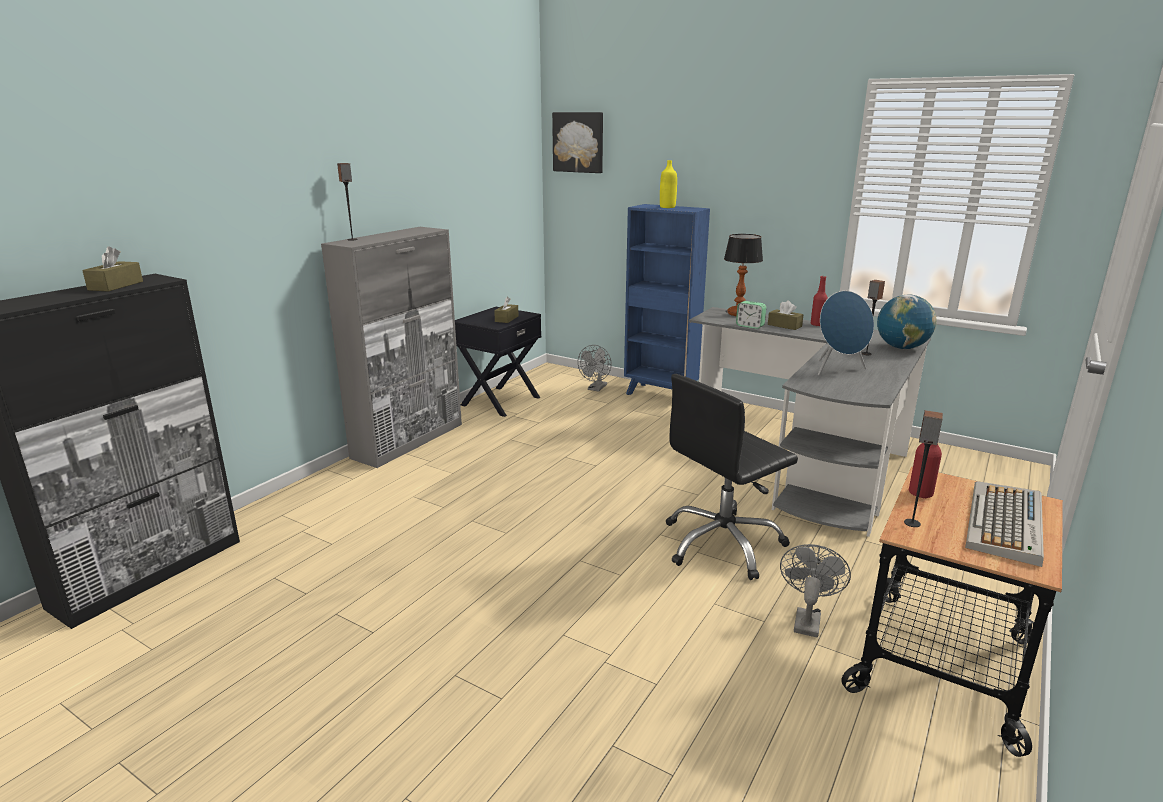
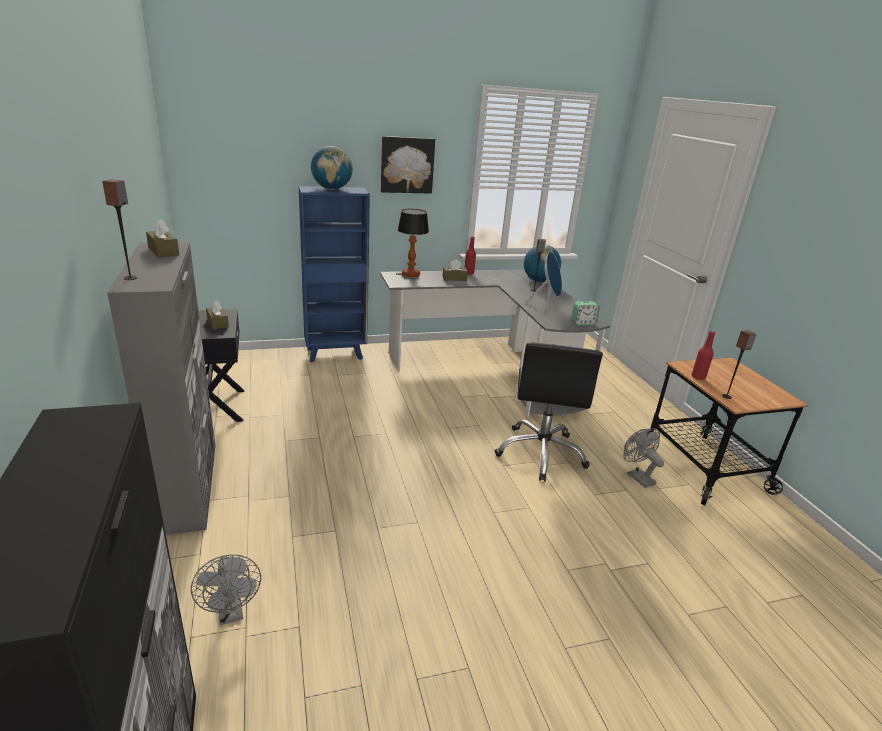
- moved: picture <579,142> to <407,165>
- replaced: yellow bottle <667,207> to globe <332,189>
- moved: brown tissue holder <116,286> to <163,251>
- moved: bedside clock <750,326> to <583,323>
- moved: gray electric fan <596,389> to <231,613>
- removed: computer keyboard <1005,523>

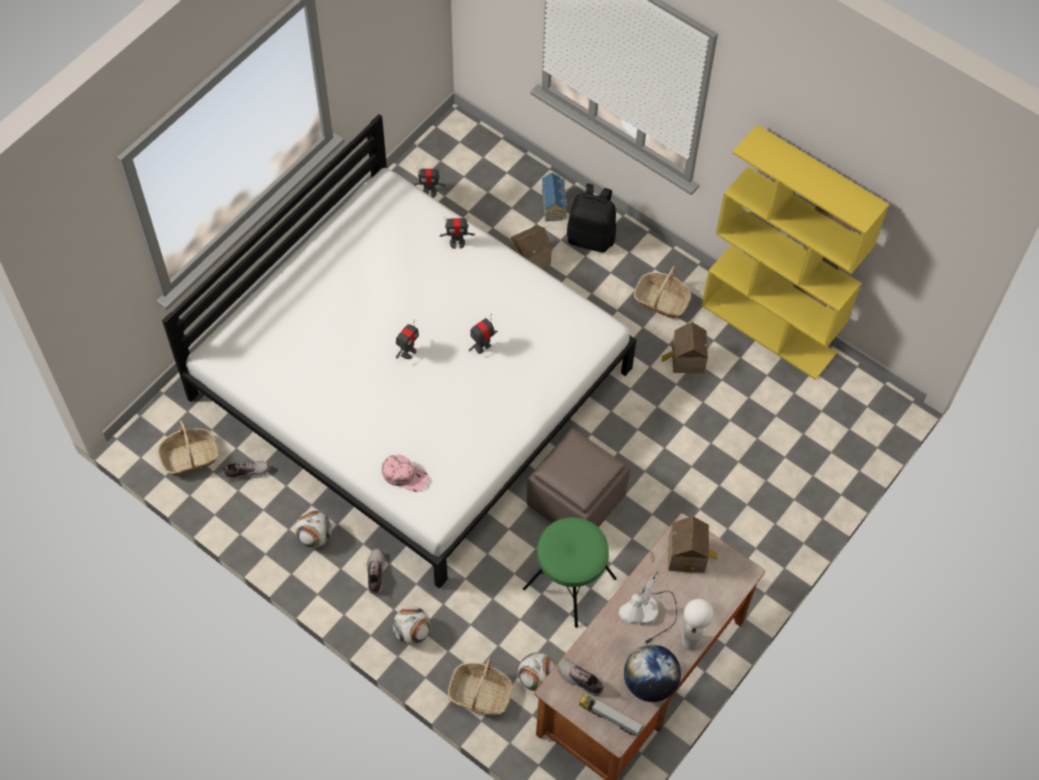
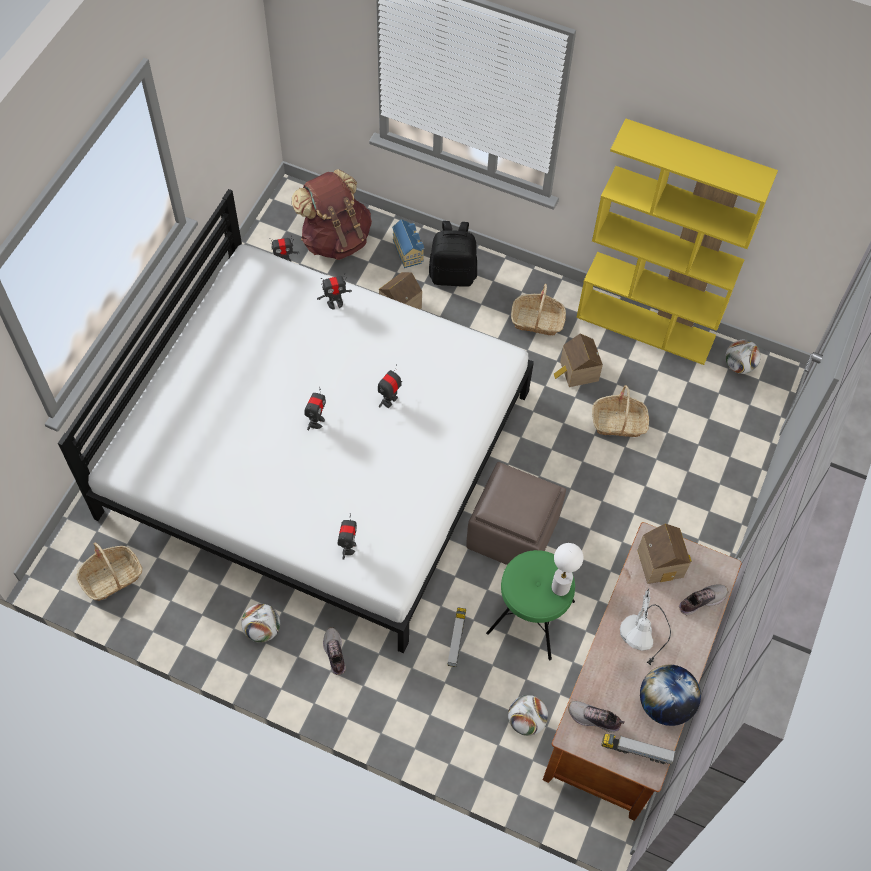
- replaced: pink baseball cap <405,475> to robot figure <348,547>
- moved: item of footwear <246,472> to <701,601>
- moved: white tabletop lamp <690,641> to <560,587>
- moved: football <412,632> to <739,365>
- moved: basket <480,693> to <618,423>
- added: brown rucksack <335,238>
- added: toy lorry <456,639>

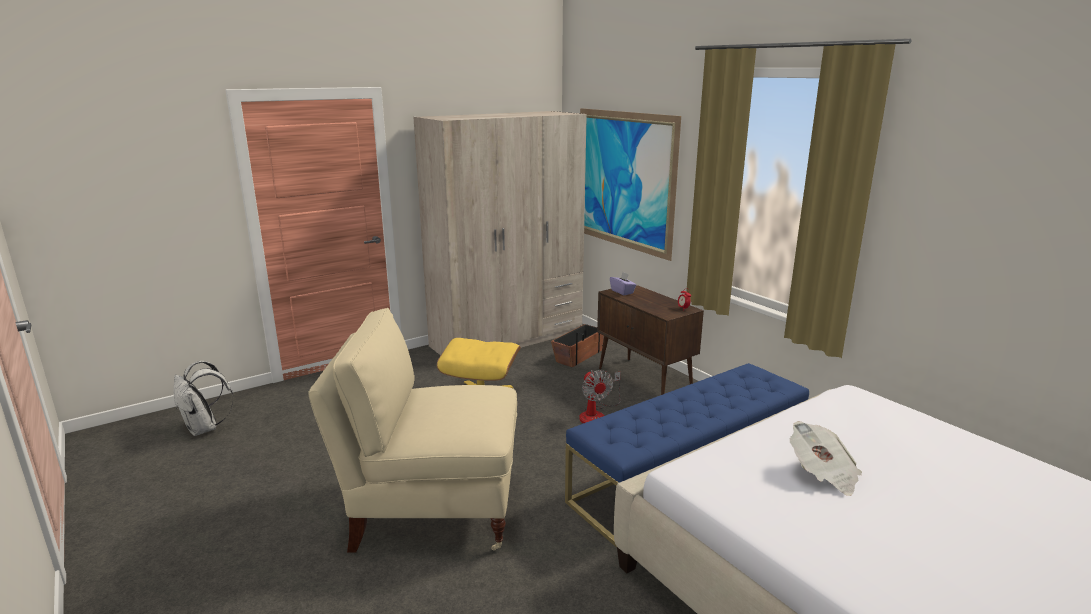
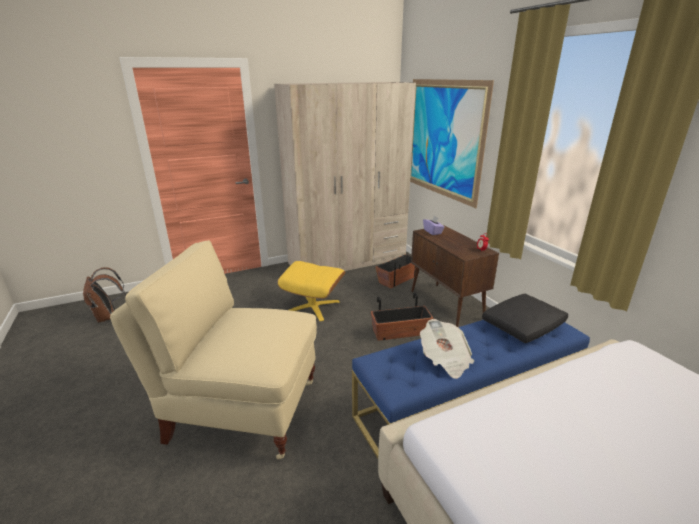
- recoloured: white rucksack <205,428> to brown rucksack <108,317>
- replaced: electric fan <597,414> to flower pot <400,332>
- moved: newspaper <823,474> to <445,359>
- added: blackish throw pillow <522,326>

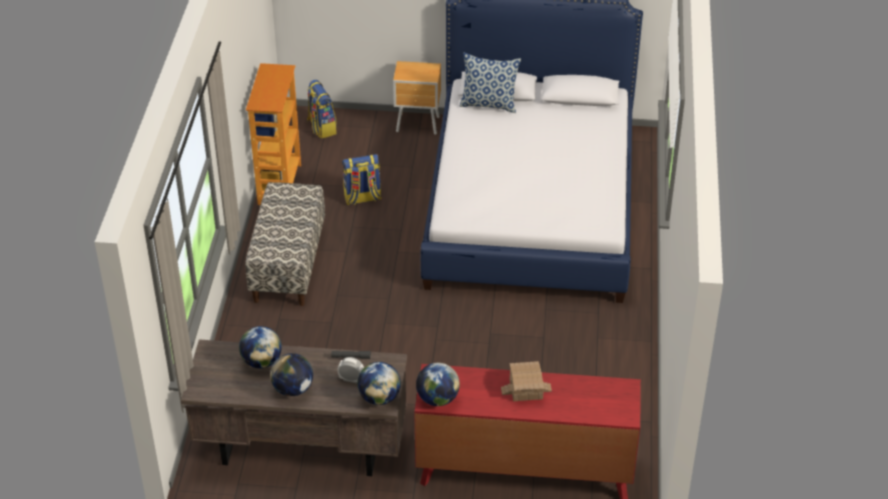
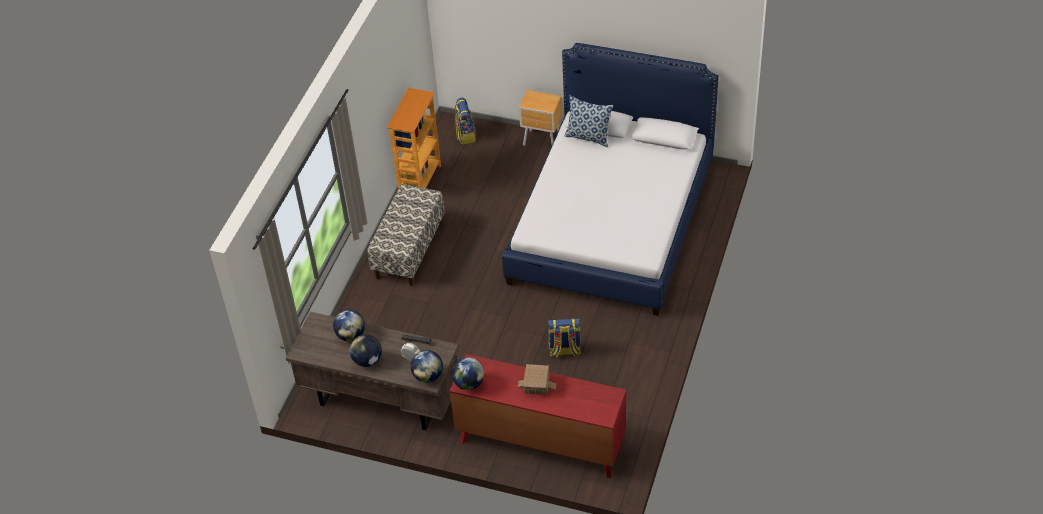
- moved: rucksack <362,198> to <564,350>

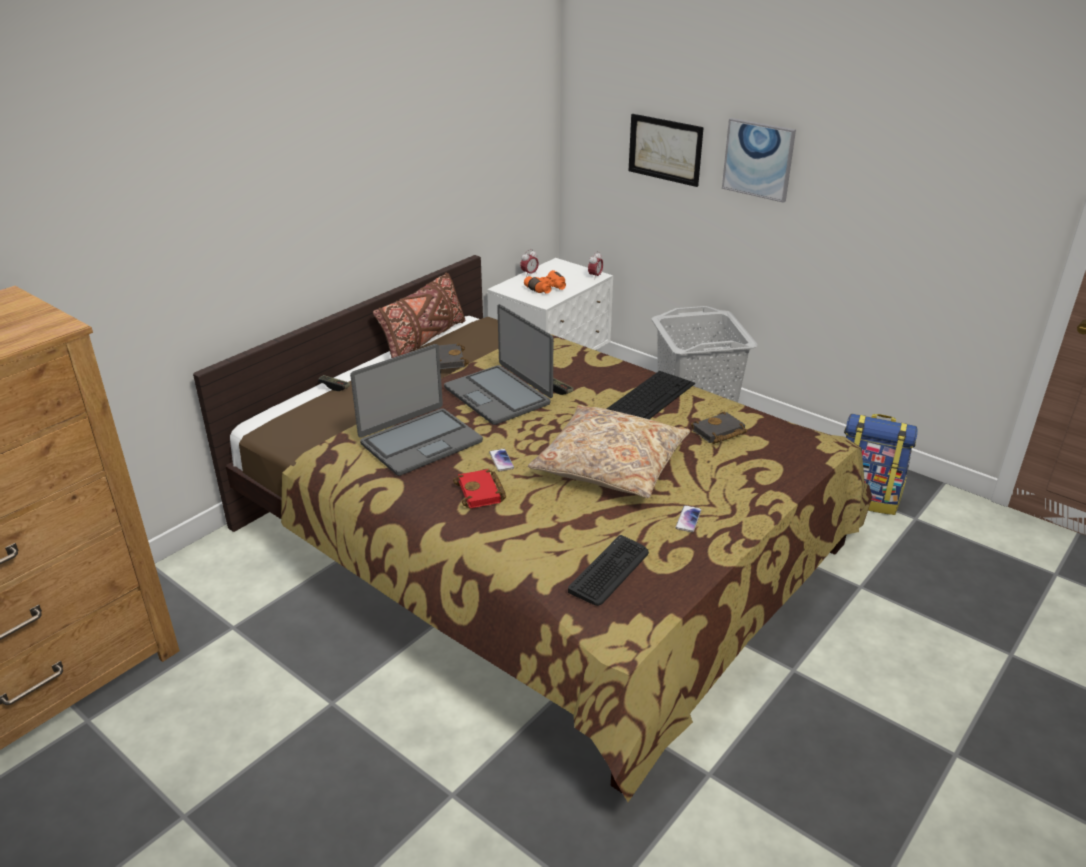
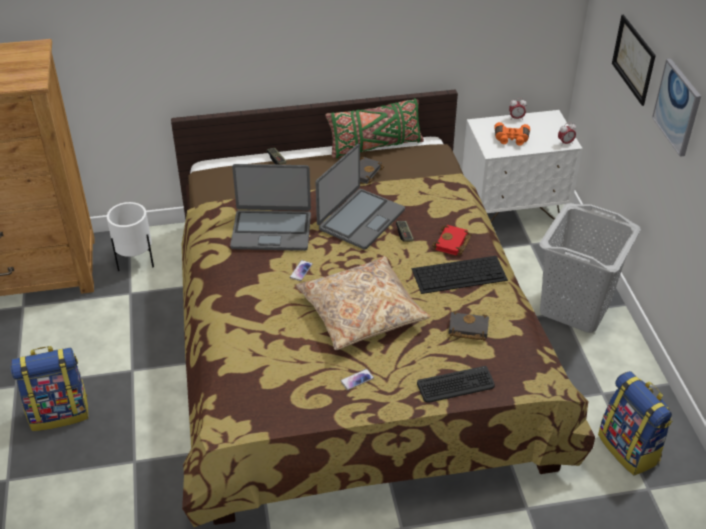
- recoloured: brown throw pillow <423,340> to green throw pillow <375,146>
- turned: laptop <499,395> = <360,219> 150 degrees counterclockwise
- moved: reddish book <482,493> to <452,244>
- moved: computer keyboard <610,571> to <456,385>
- added: white flower pot <135,262>
- added: rucksack <59,412>

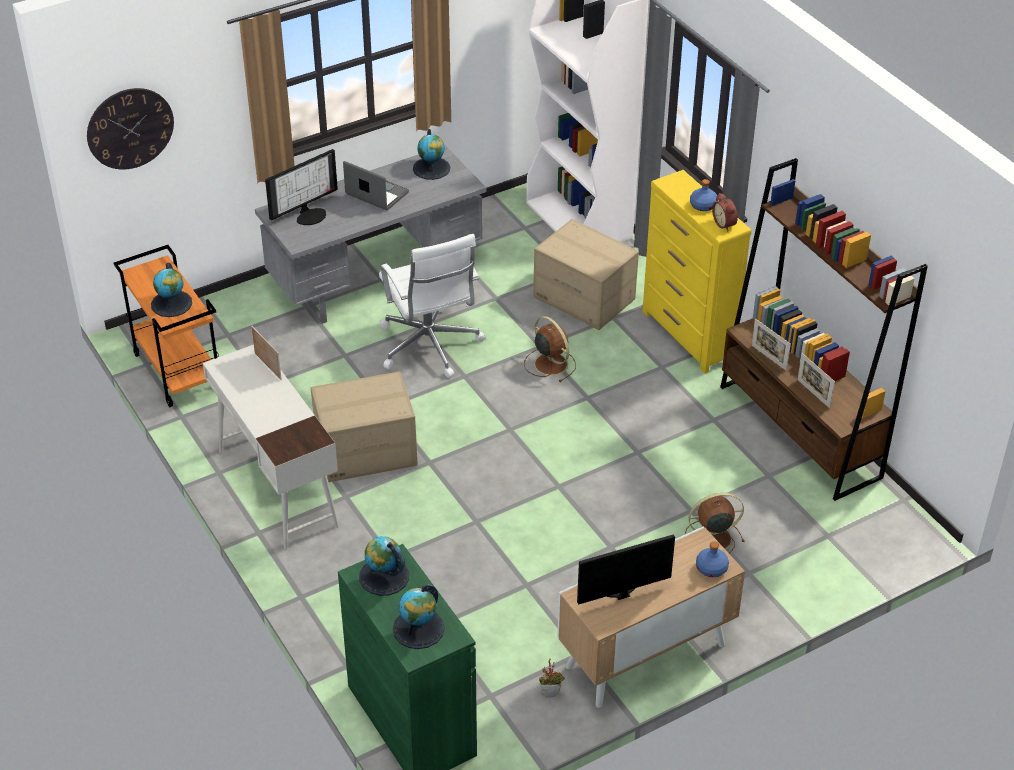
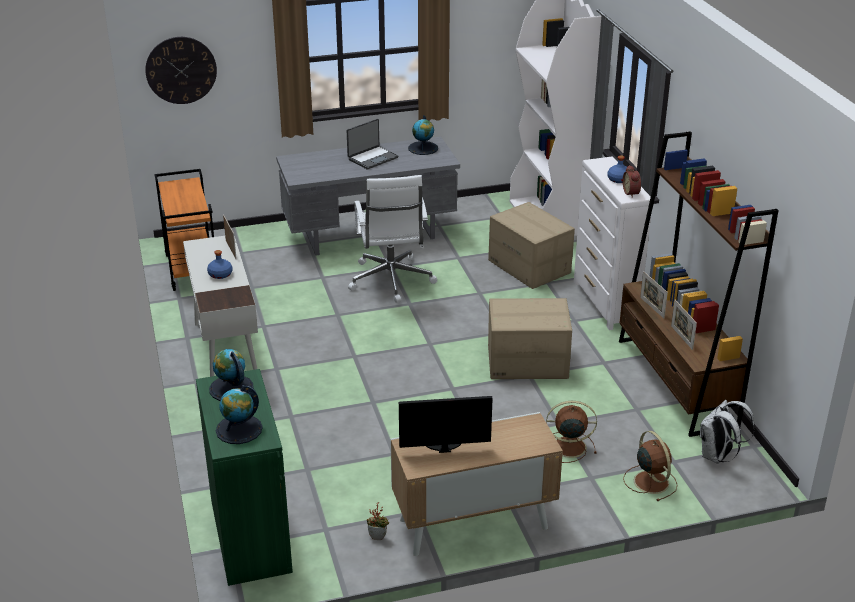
- removed: computer screen <310,215>
- turned: laptop <376,194> = <372,158> 90 degrees clockwise
- recoloured: yellow chest of drawers <688,336> to white chest of drawers <605,303>
- removed: globe <171,303>
- moved: brown electric fan <549,363> to <650,481>
- moved: cardboard box <366,451> to <527,362>
- moved: bluish bottle <711,568> to <220,274>
- added: white rucksack <718,456>

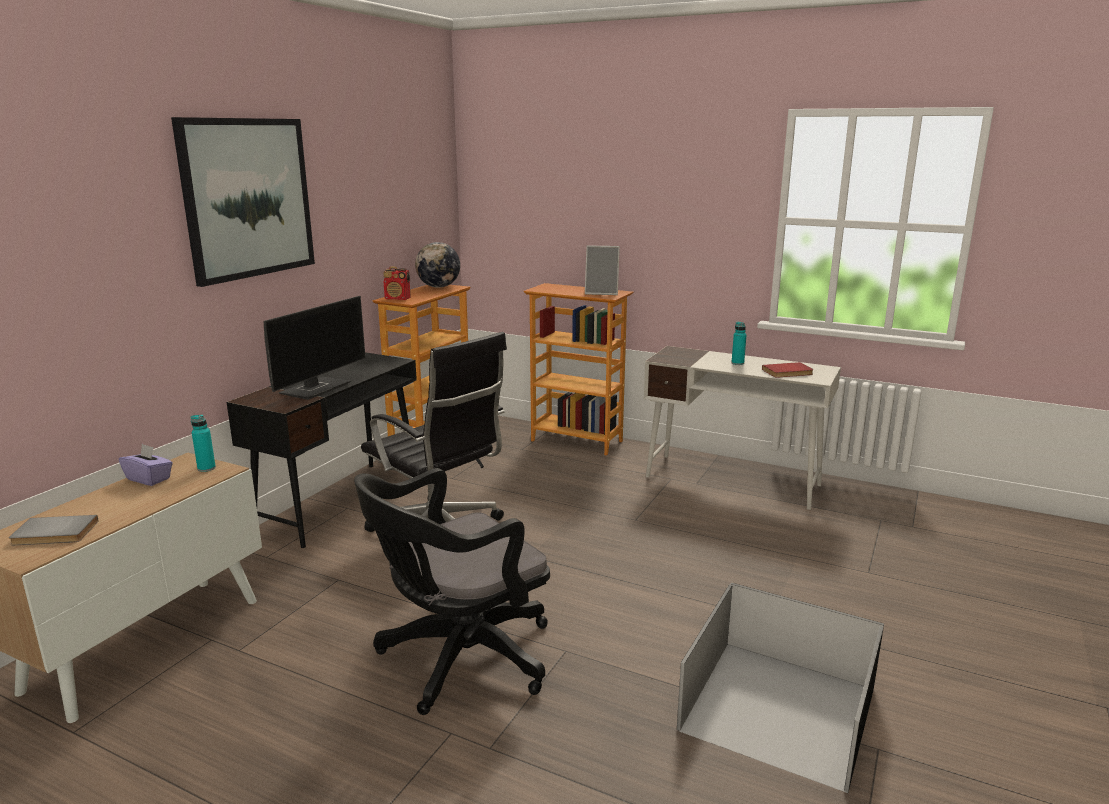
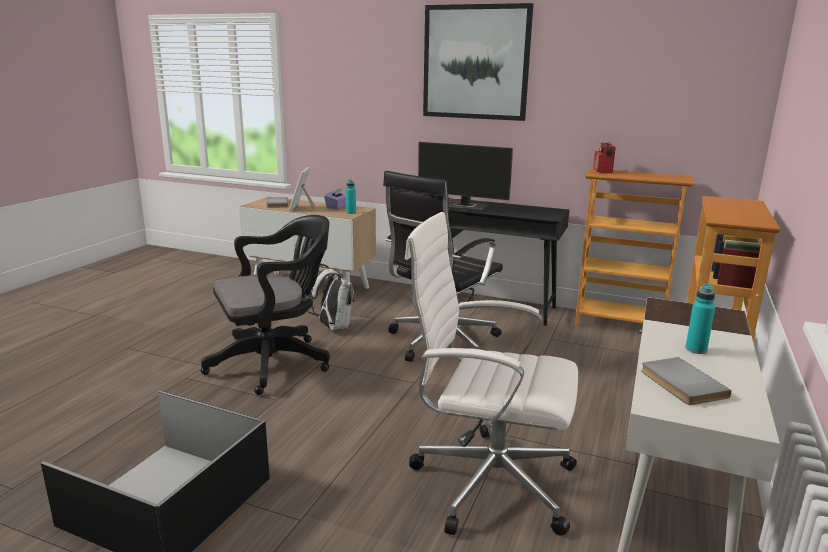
- removed: globe <439,287>
- moved: standing frame <602,292> to <302,208>
- recoloured: reddish book <788,372> to gray book <680,384>
- turned: blackish computer chair <458,660> = <275,362> 105 degrees clockwise
- added: white computer chair <488,481>
- added: white rucksack <331,326>

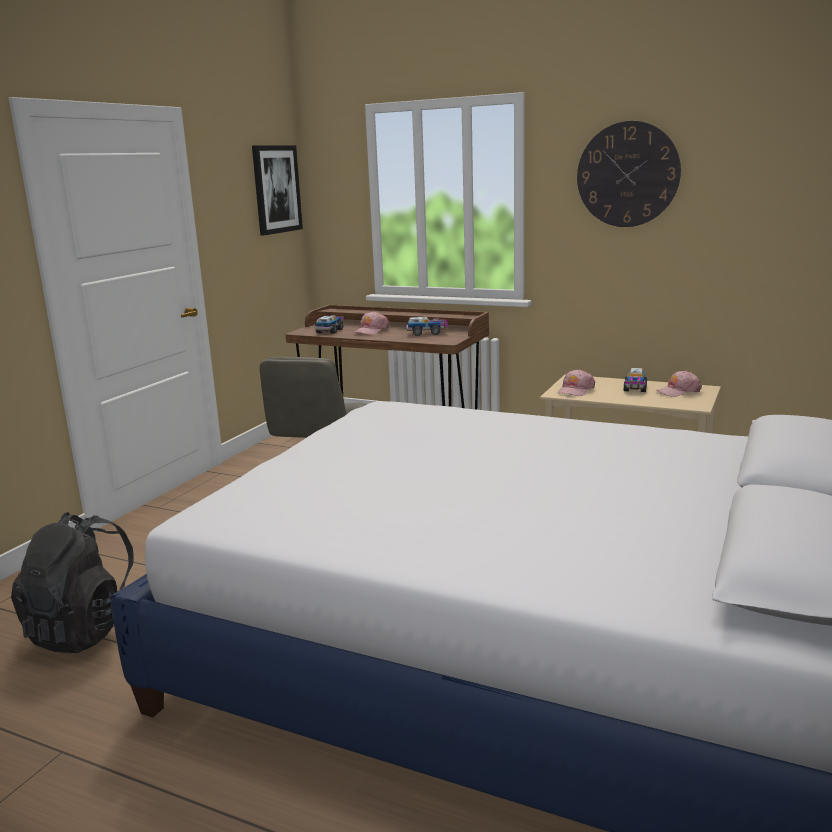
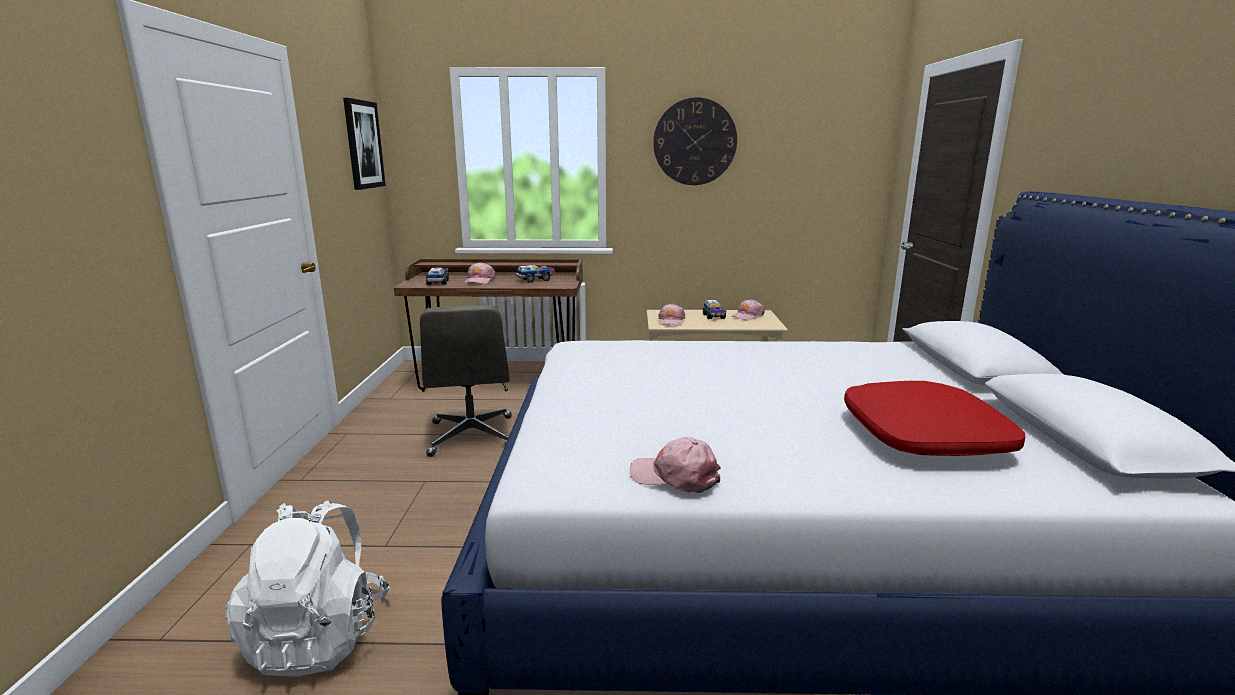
- recoloured: blackish rucksack <88,629> to white rucksack <319,637>
- added: reddish throw pillow <925,436>
- added: pink baseball cap <675,476>

